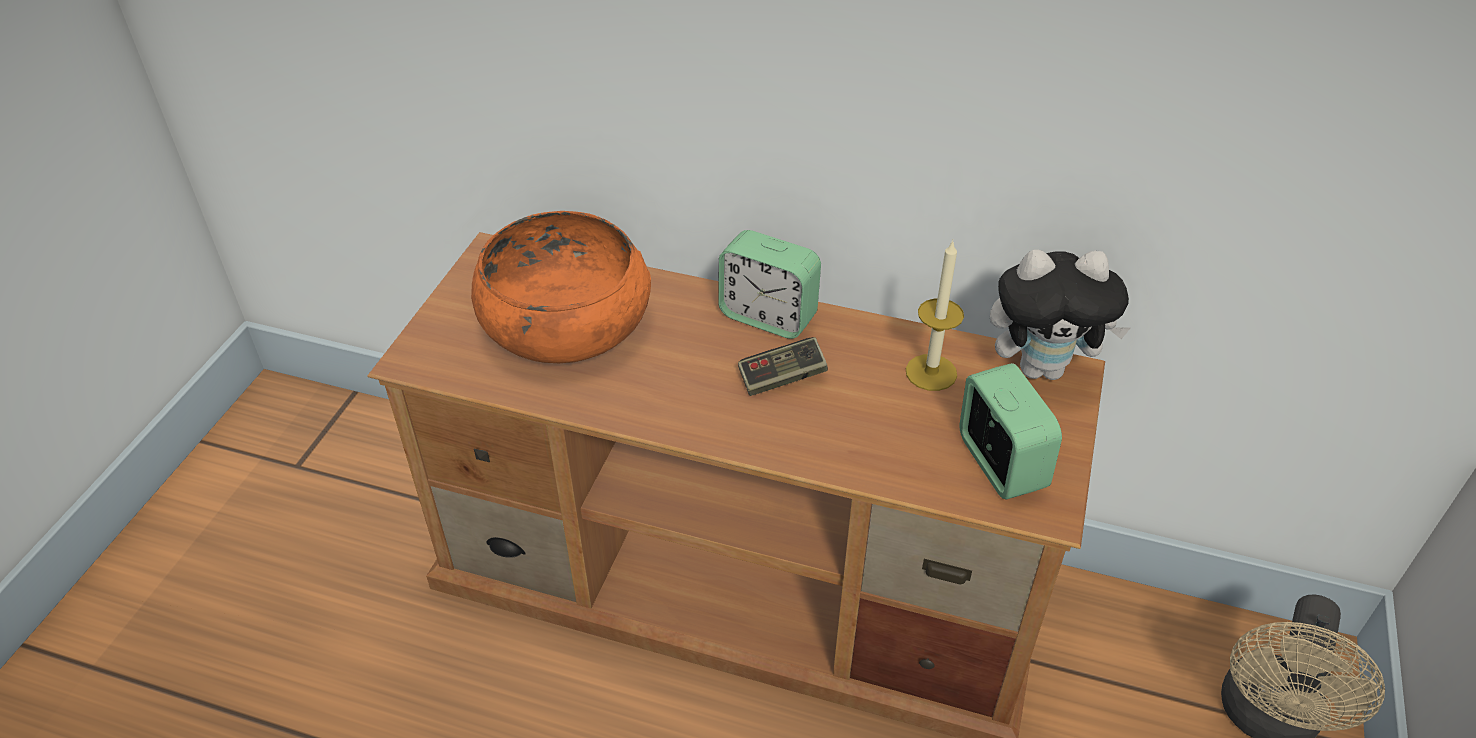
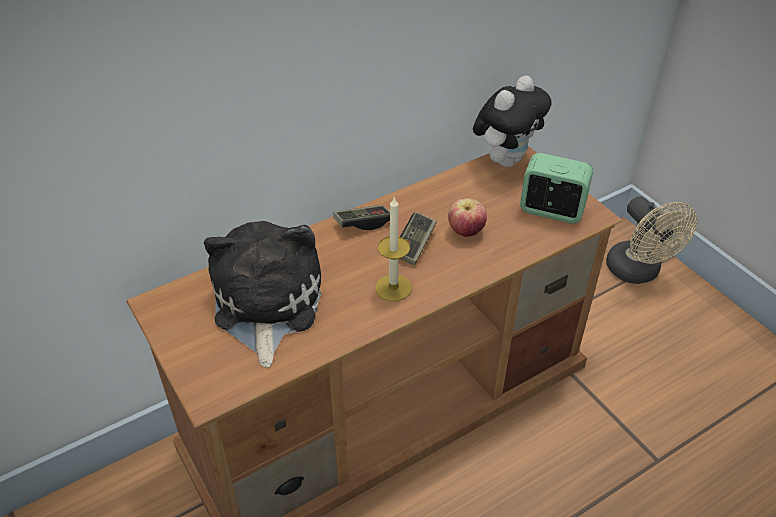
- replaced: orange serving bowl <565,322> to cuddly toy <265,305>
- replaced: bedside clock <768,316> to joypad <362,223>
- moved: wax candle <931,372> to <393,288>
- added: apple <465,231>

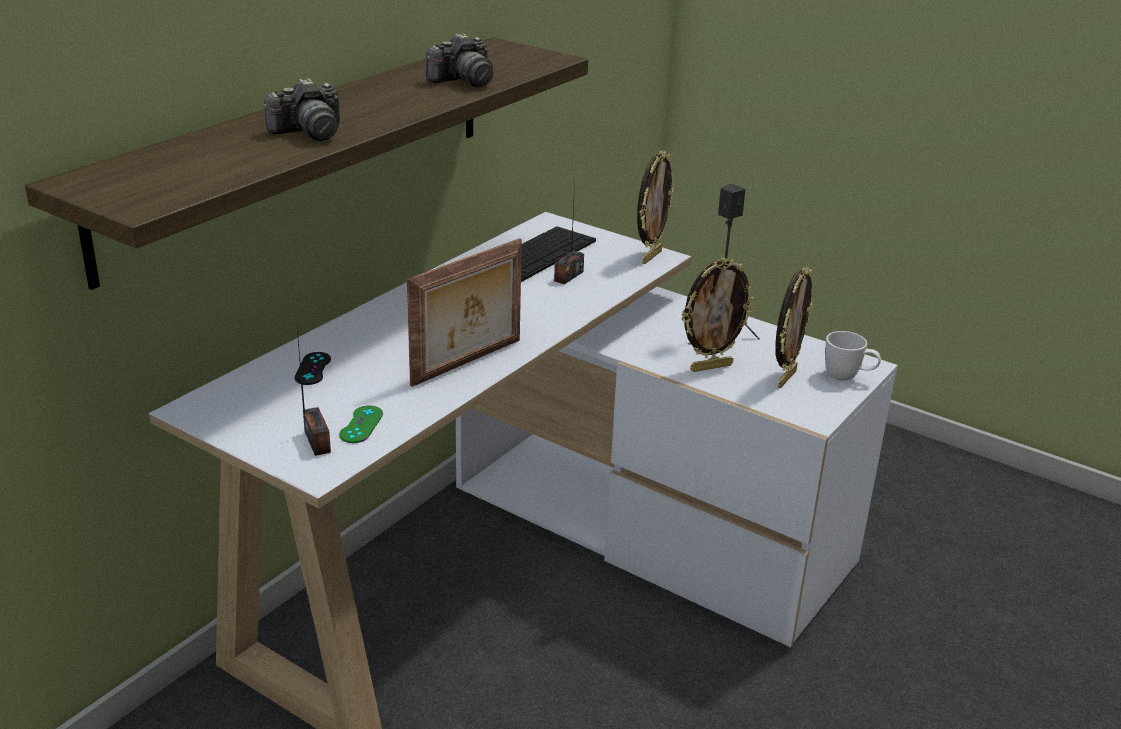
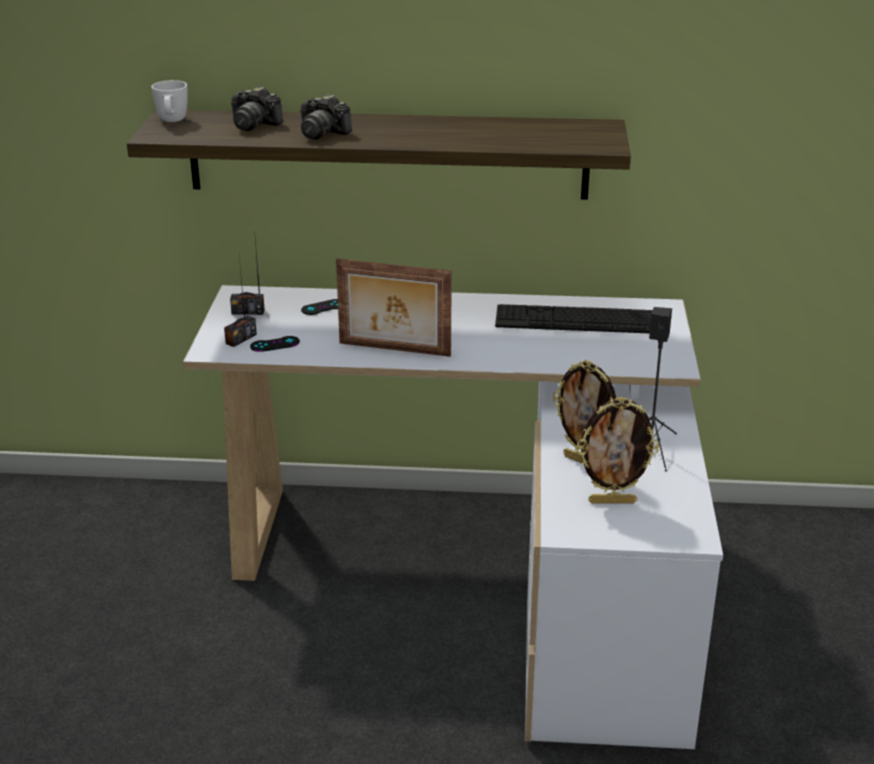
- moved: still camera <463,81> to <254,124>
- removed: standing frame <650,256>
- moved: radio set <568,276> to <248,311>
- moved: white coffee mug <848,377> to <172,122>
- recoloured: green joypad <361,424> to blackish joypad <275,344>

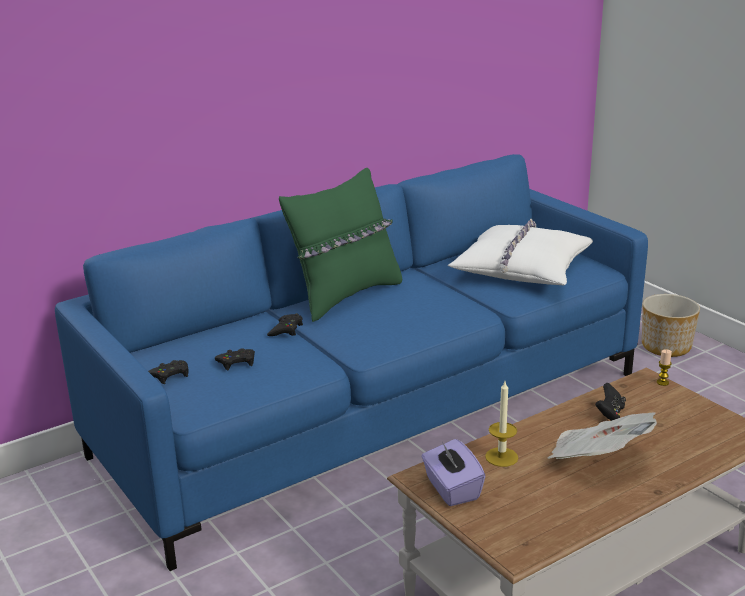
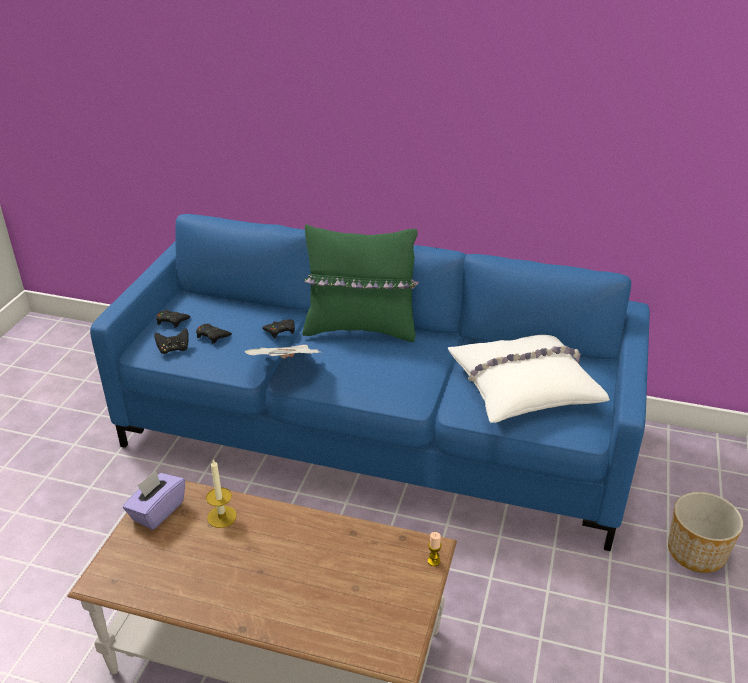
- moved: blackish joypad <610,414> to <173,349>
- moved: newspaper <597,459> to <286,367>

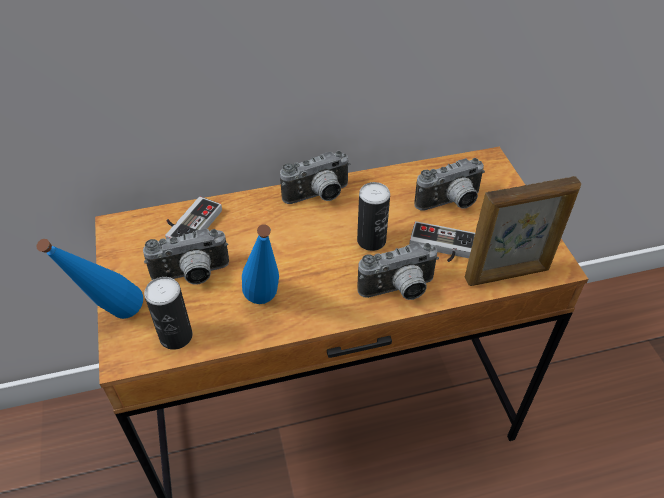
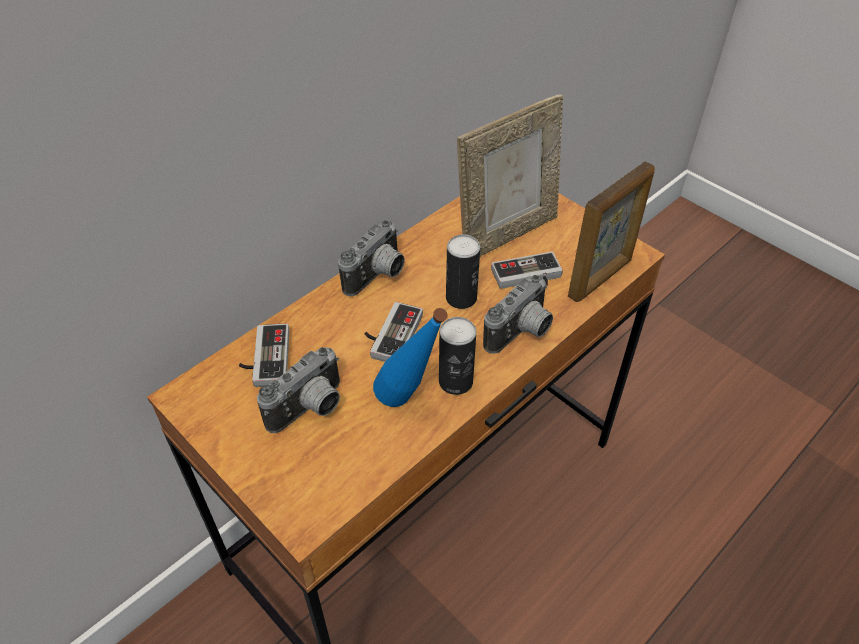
- replaced: still camera <451,203> to standing frame <506,234>
- removed: bluish bottle <114,321>
- moved: can <176,336> to <455,381>
- added: joypad <390,334>

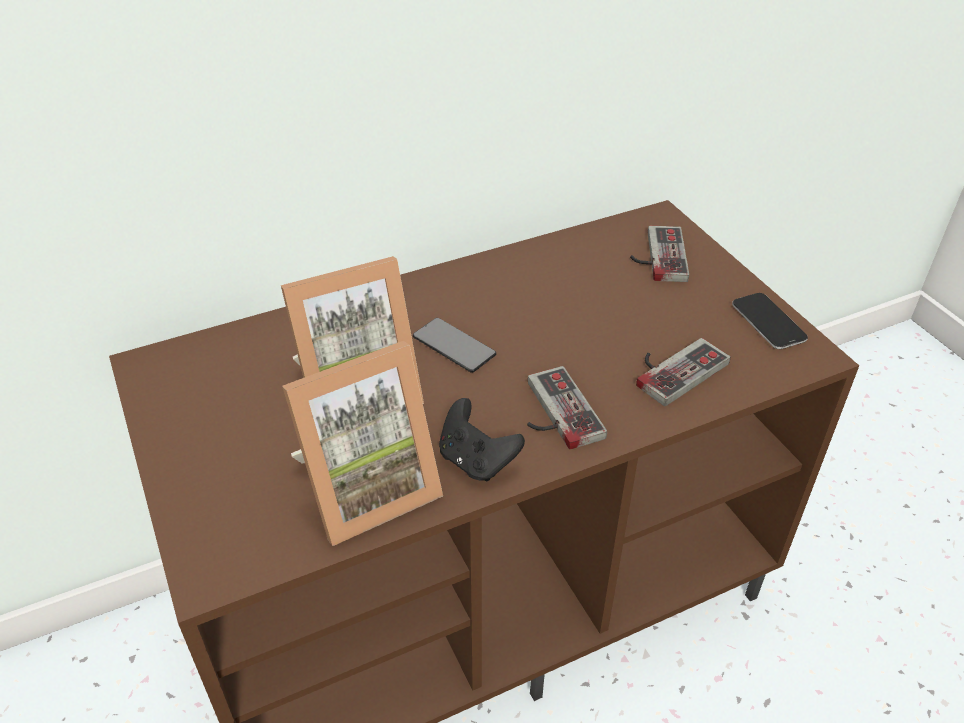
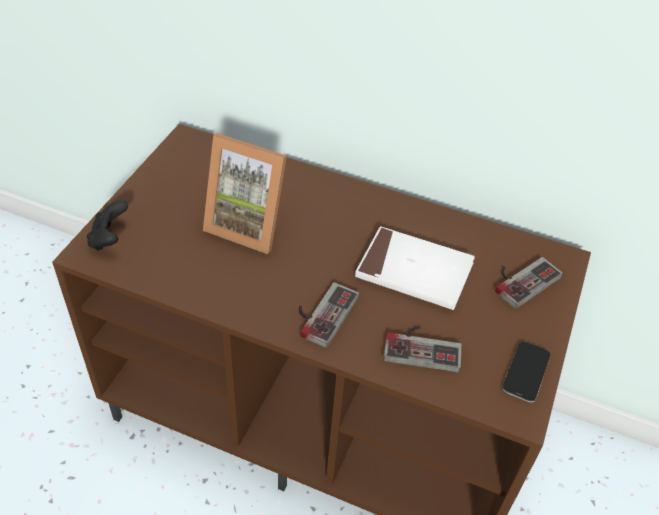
- removed: phone <454,346>
- removed: standing frame <366,488>
- moved: blackish joypad <476,460> to <109,239>
- added: white book <414,271>

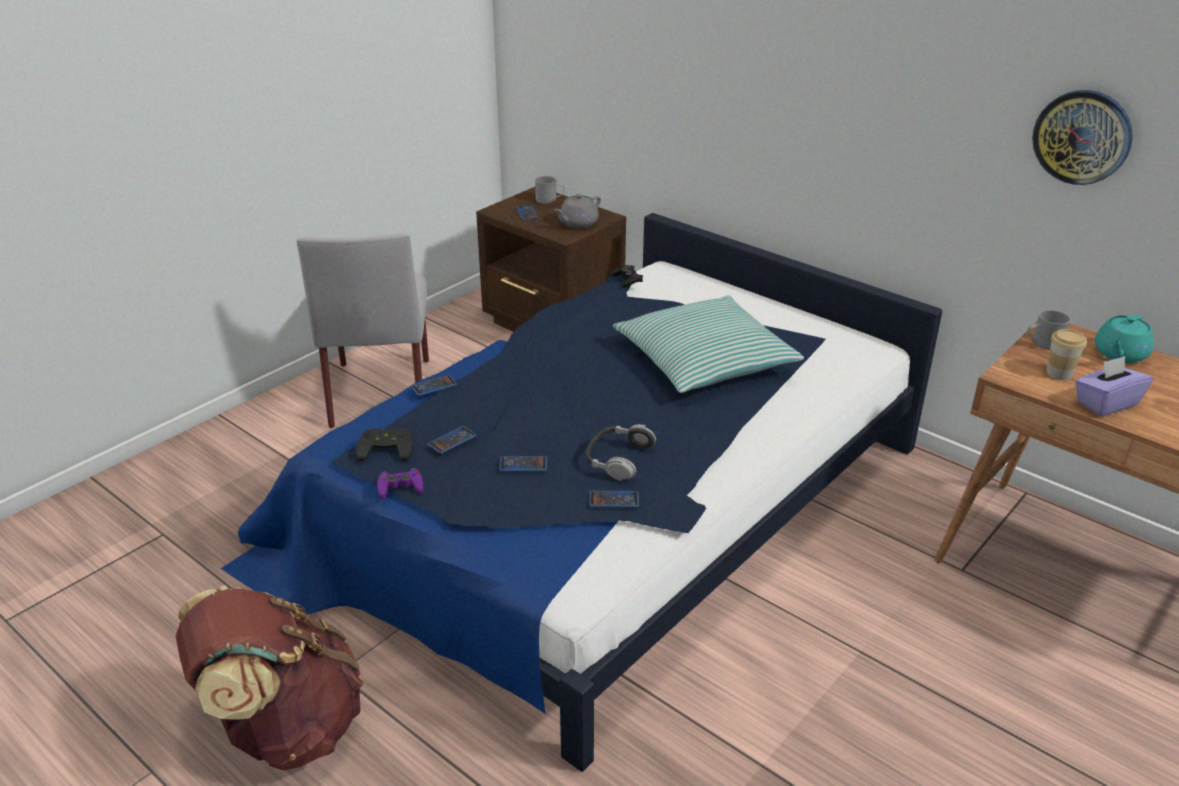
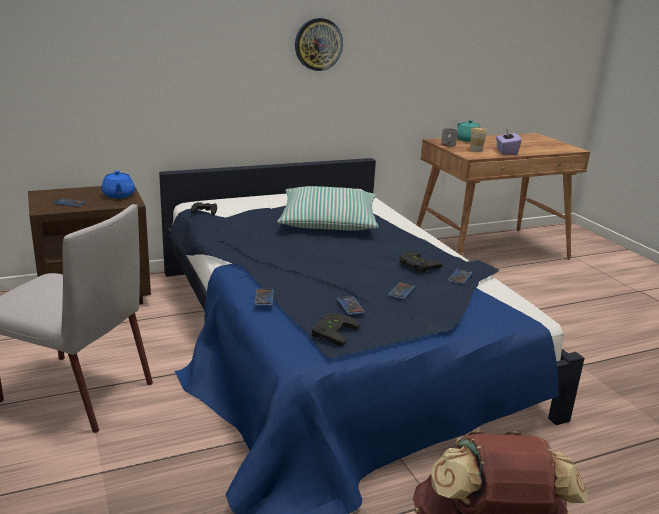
- moved: wall clock <1082,137> to <318,44>
- removed: gray coffee mug <549,200>
- recoloured: gray pot for tea <578,223> to bluish pot for tea <118,195>
- replaced: headset <618,458> to blackish joypad <417,265>
- removed: purplish joypad <400,487>

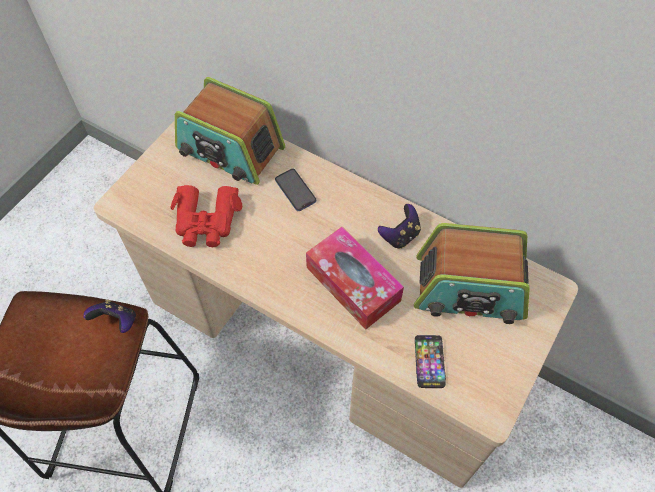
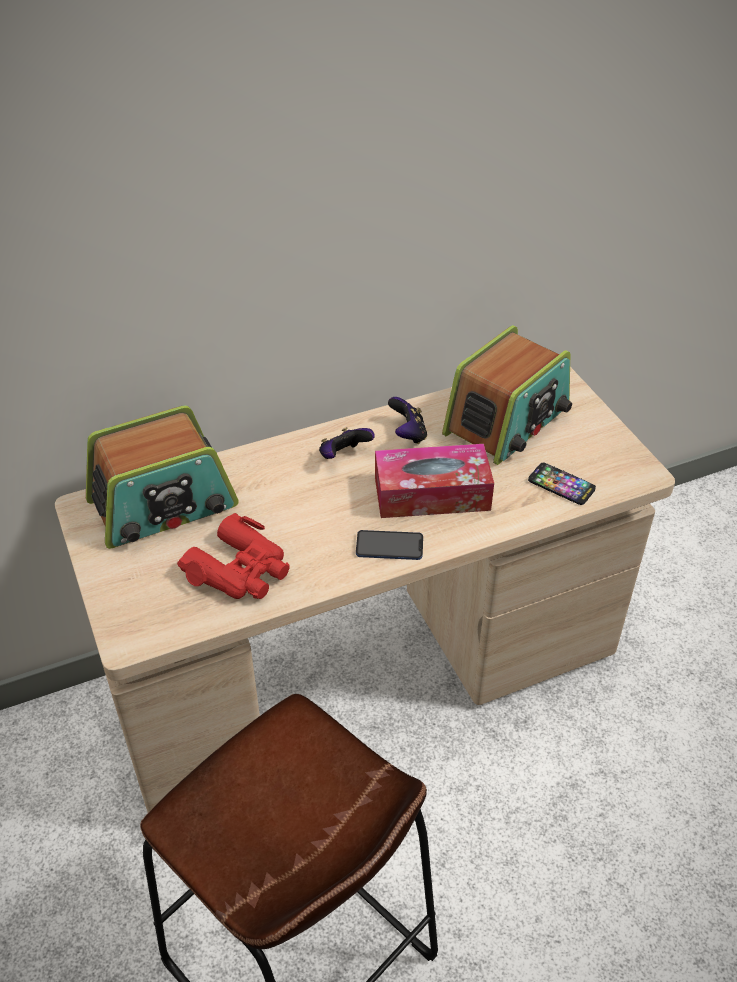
- moved: phone <295,190> to <389,546>
- moved: joypad <117,322> to <343,456>

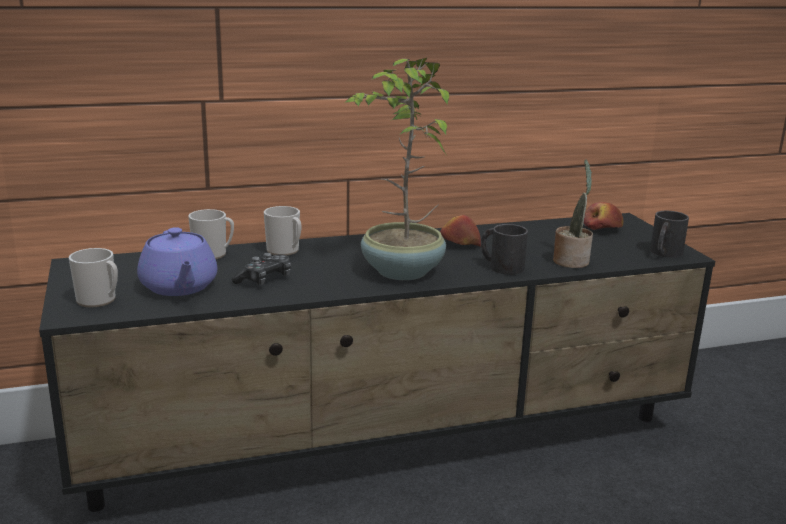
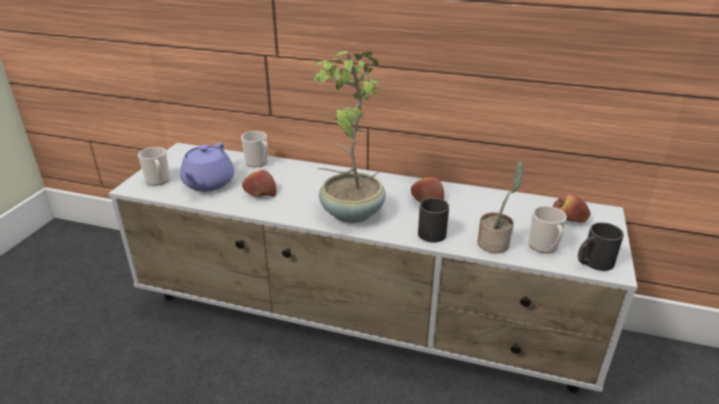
- moved: coffee mug <285,251> to <545,247>
- recoloured: blackish tv stand <391,439> to white tv stand <362,322>
- replaced: joypad <264,279> to apple <260,192>

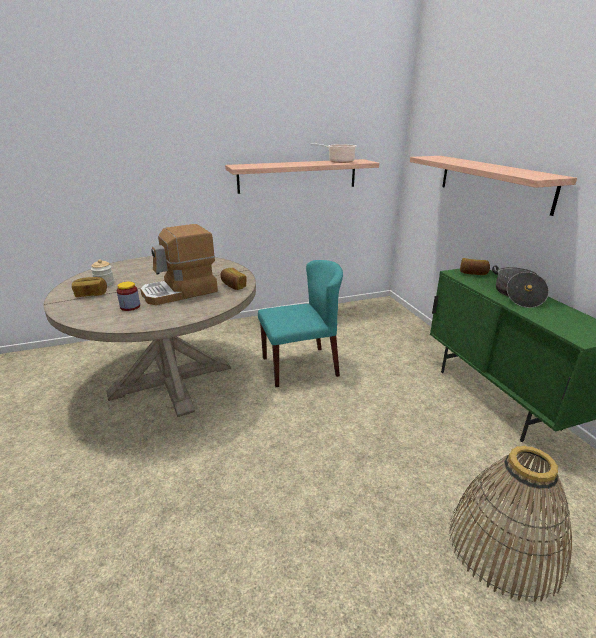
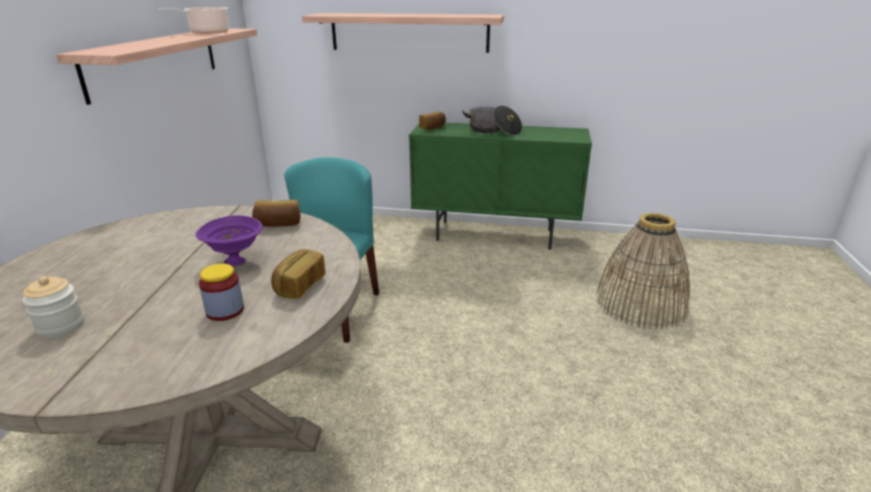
- replaced: coffee machine <180,292> to purplish serving bowl <236,262>
- moved: baked bread <91,294> to <299,286>

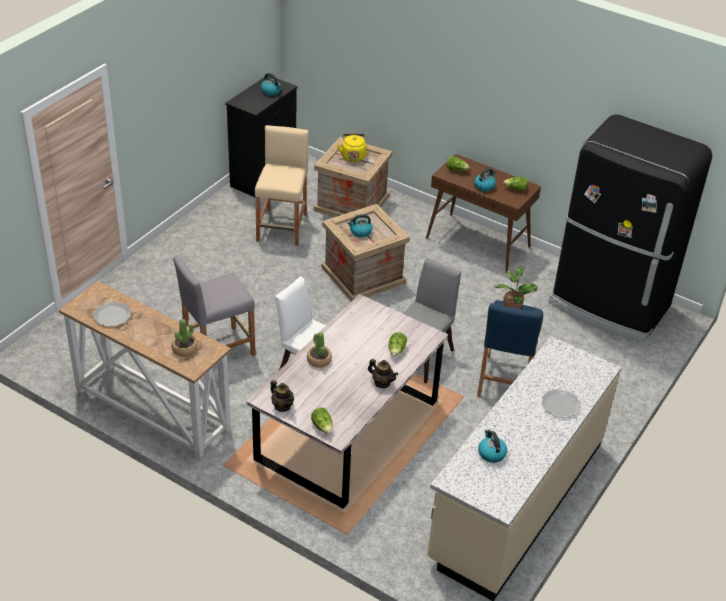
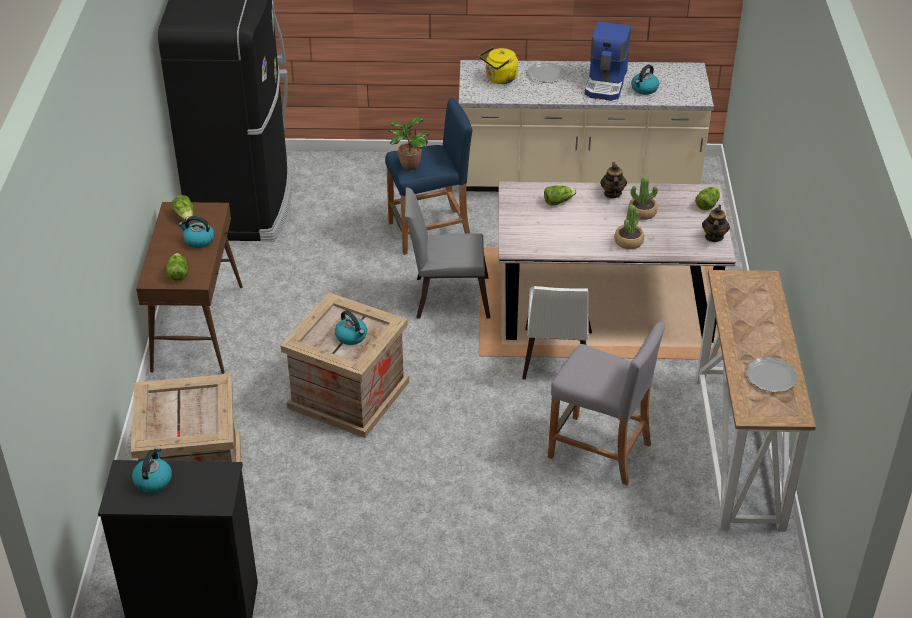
- removed: beige stool seat <282,227>
- moved: yellow kettle <353,156> to <499,79>
- moved: plant in a pot <184,349> to <642,212>
- added: coffee machine <606,83>

